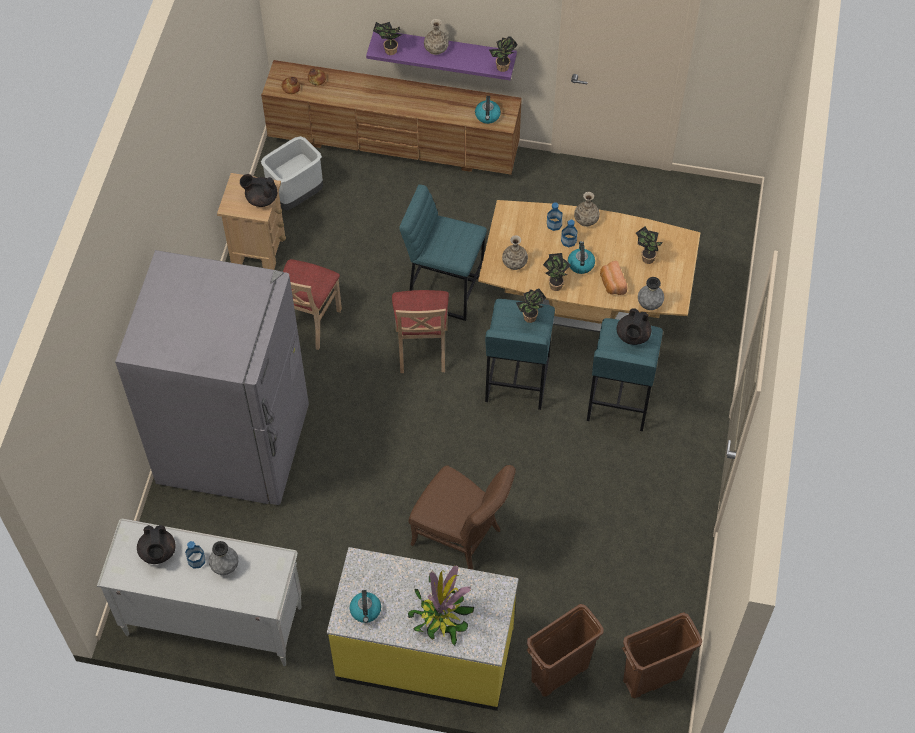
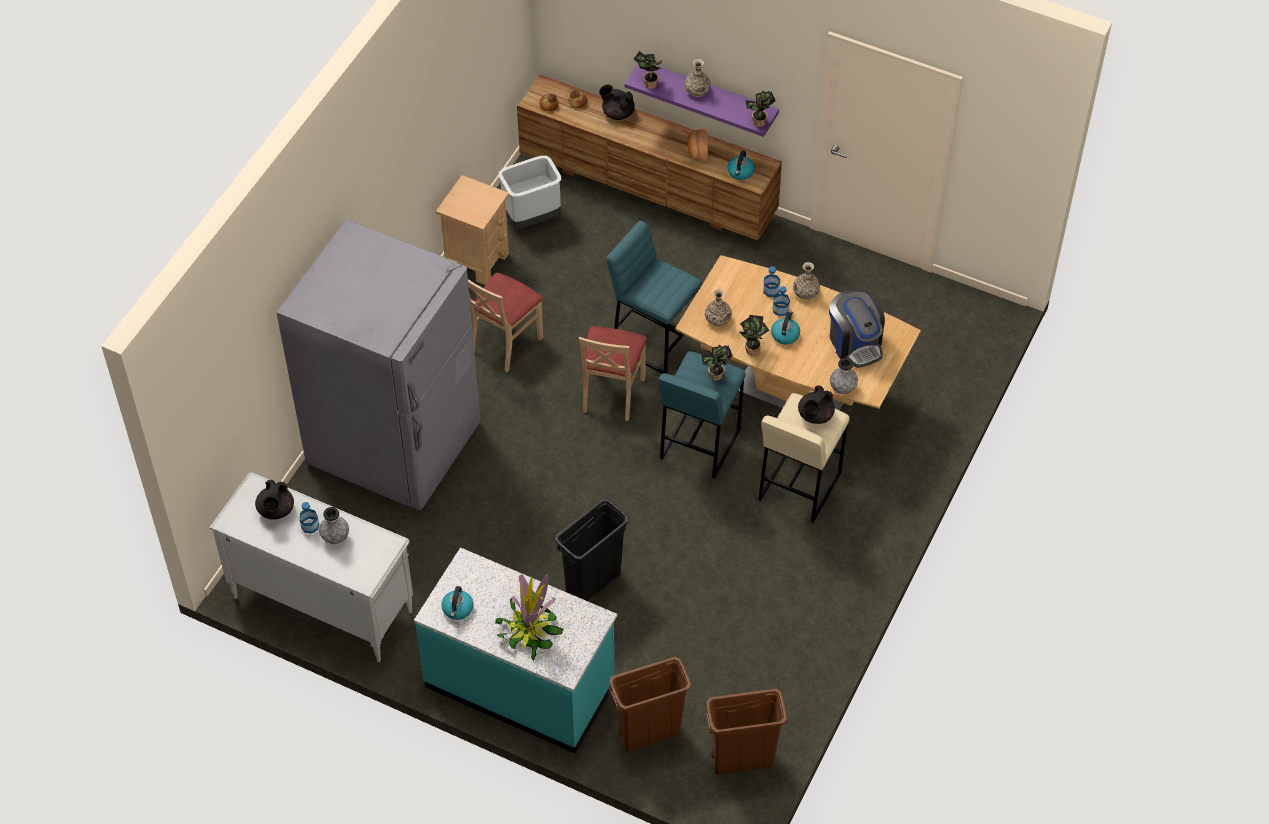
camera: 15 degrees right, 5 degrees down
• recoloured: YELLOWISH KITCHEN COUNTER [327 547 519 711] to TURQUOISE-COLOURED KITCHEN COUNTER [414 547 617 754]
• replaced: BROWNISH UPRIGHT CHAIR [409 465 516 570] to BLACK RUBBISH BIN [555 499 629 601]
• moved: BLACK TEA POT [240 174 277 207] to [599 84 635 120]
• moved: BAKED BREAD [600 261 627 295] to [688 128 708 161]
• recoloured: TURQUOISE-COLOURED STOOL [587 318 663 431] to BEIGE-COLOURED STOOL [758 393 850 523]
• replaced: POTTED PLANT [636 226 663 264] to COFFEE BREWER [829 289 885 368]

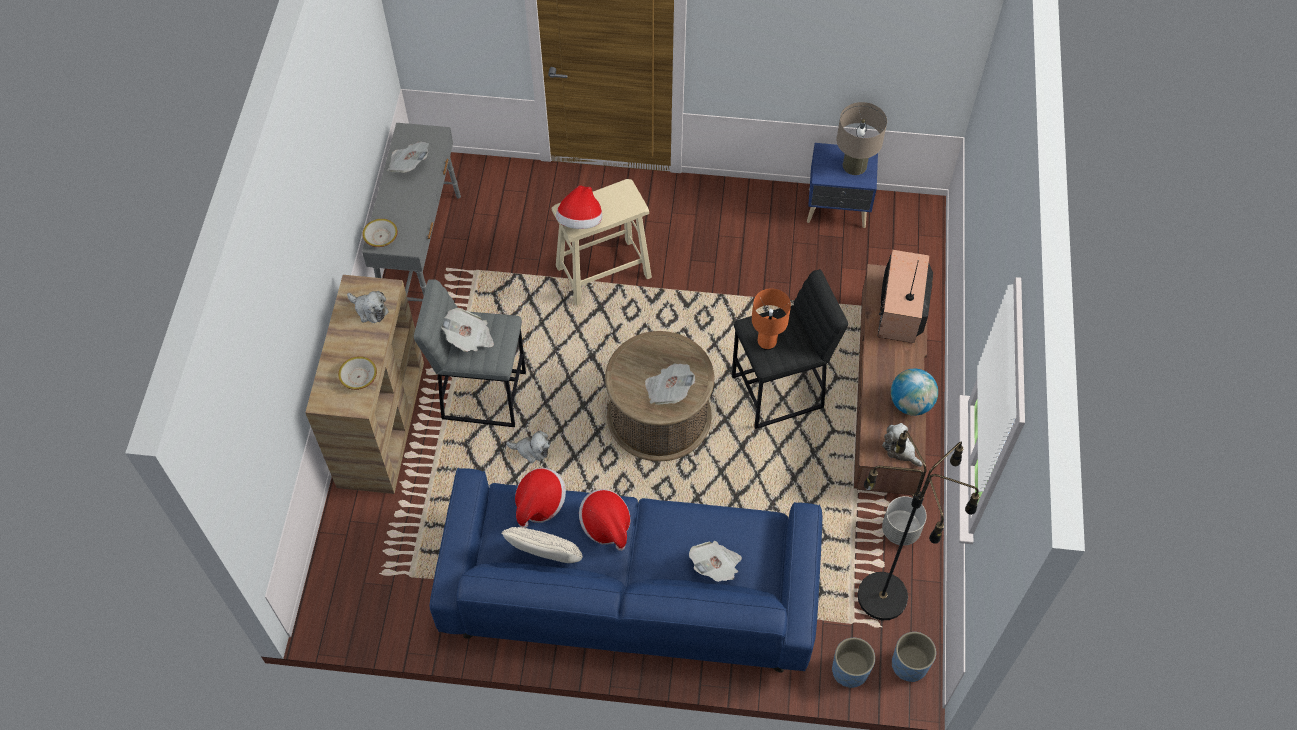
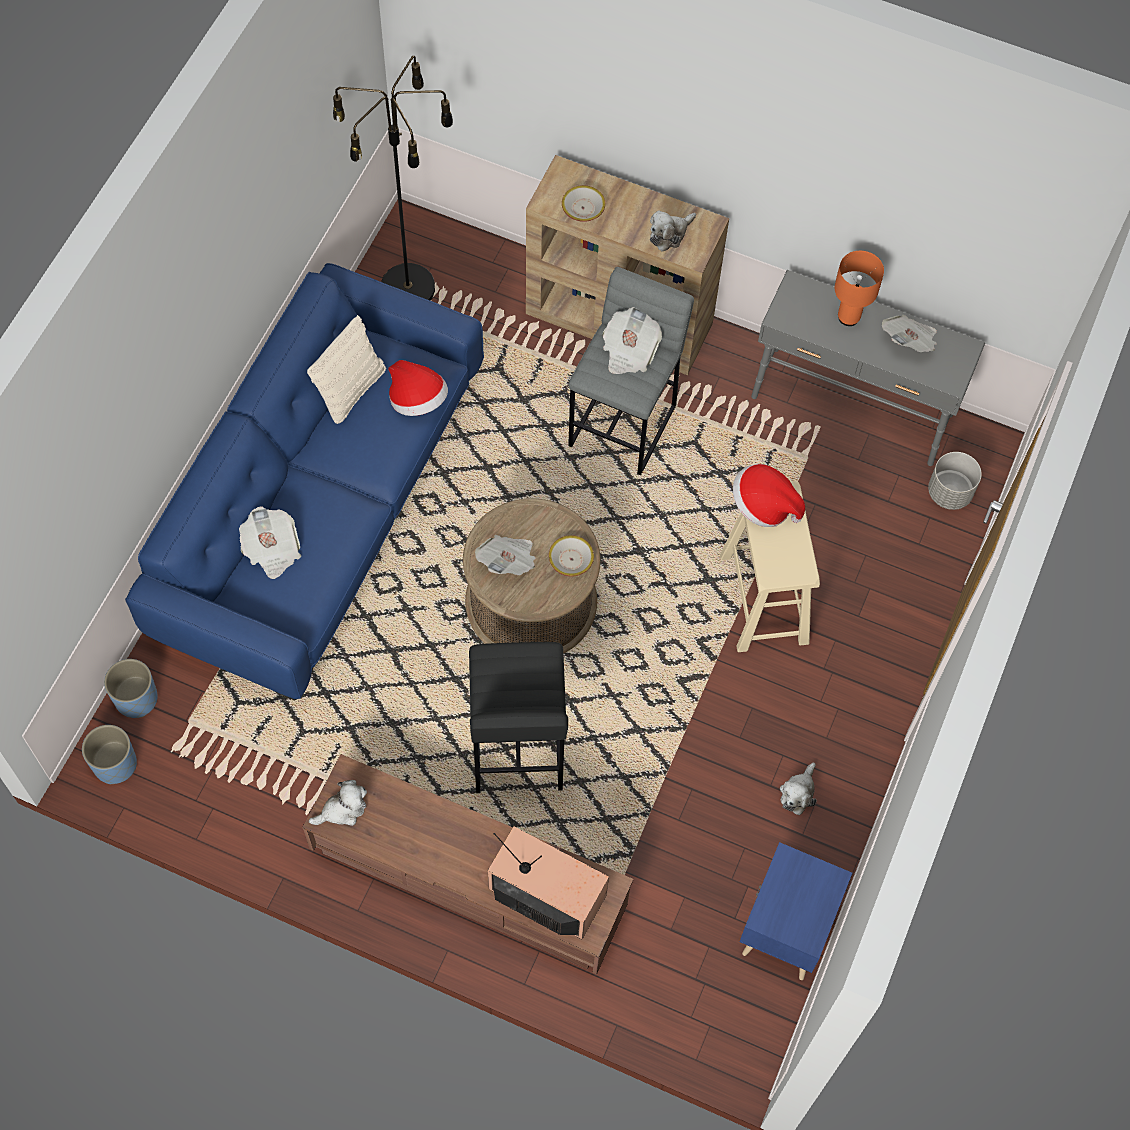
camera: 105 degrees right, 5 degrees up
• moved: STANDING LAMP [857 430 979 620] to [333 56 453 301]
• moved: BOWL [362 219 398 247] to [549 535 594 576]
• moved: SOFT TOY [506 430 550 463] to [780 763 817 815]
• moved: ORANGE-COLOURED TABLETOP LAMP [752 288 791 350] to [835 251 884 326]
• moved: GREY FLOWER POT [882 496 927 546] to [928 452 982 510]
• removed: HAT [579 489 631 551]
• removed: BEIGE-COLOURED TABLETOP LAMP [836 102 887 175]
• removed: DESK GLOBE [891 369 938 416]

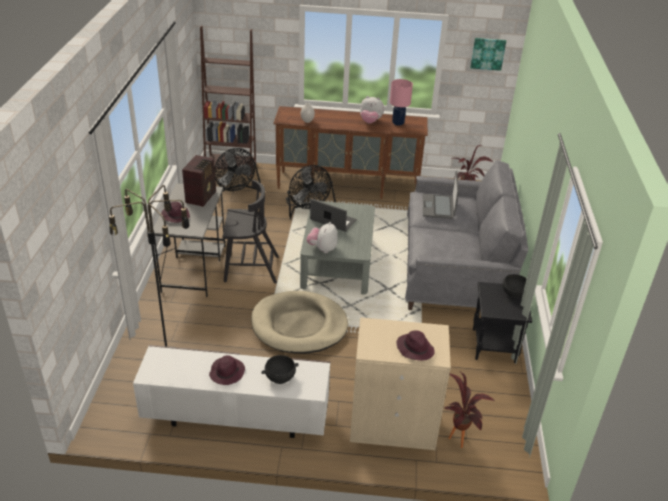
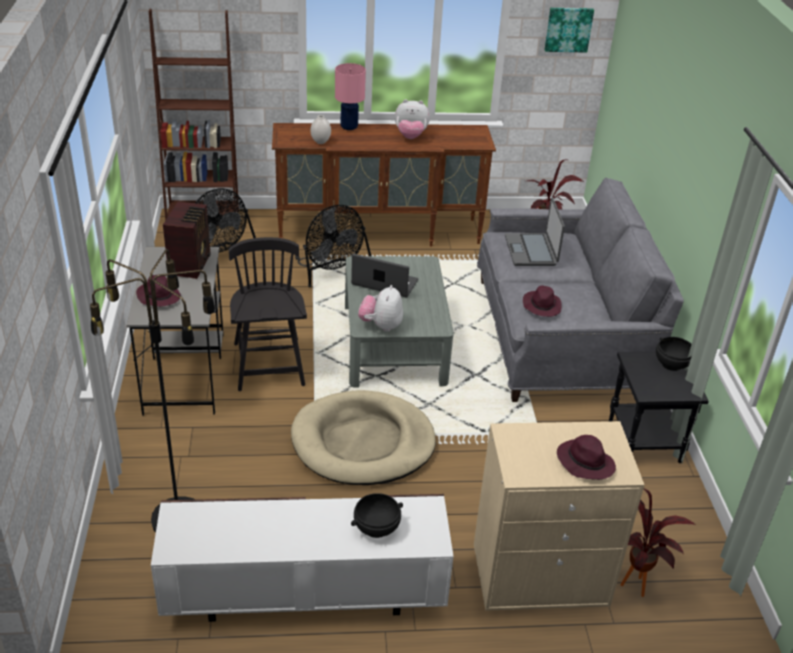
camera: 10 degrees left, 0 degrees up
• turned: BLACK UPRIGHT CHAIR [222 180 279 283] = [229 237 307 391] 90 degrees counterclockwise
• moved: PINKISH TABLETOP LAMP [390 79 413 126] to [335 63 366 130]
• moved: PURPLISH HAT [209 355 245 385] to [523 285 562 317]

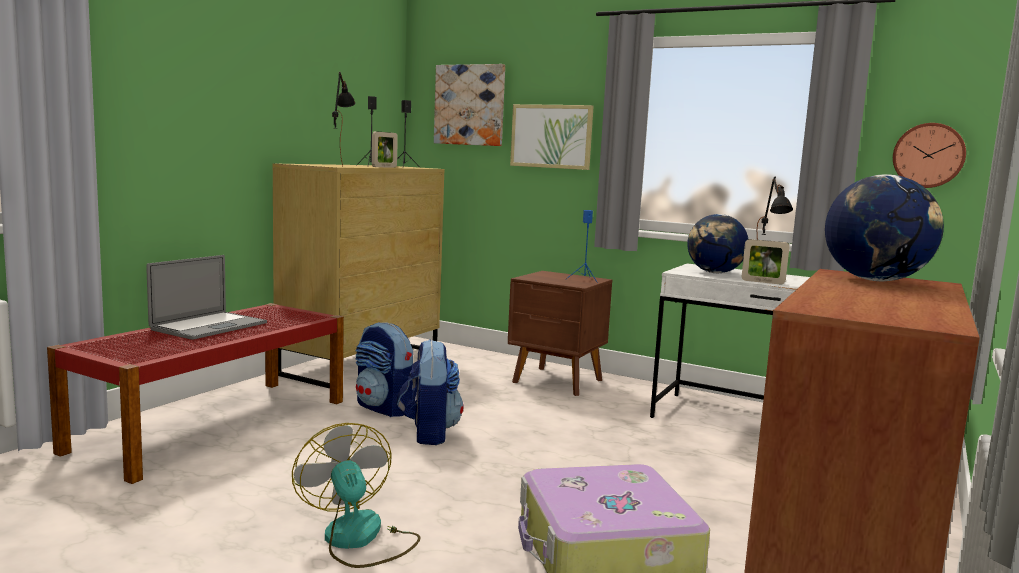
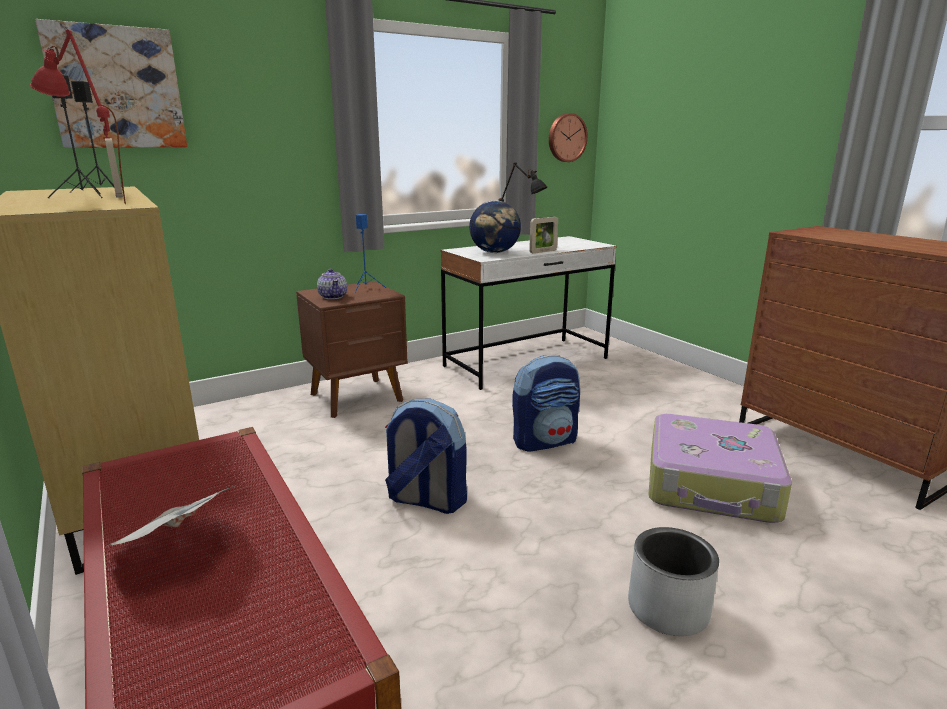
camera: 60 degrees left, 10 degrees up
• recoloured: BLACK TABLETOP LAMP [332 72 355 167] to RED TABLETOP LAMP [30 29 126 204]
• replaced: NOTEBOOK COMPUTER [146 255 267 340] to NEWSPAPER [107 485 236 546]
• added: TEA POT [317 269 347 299]
• moved: KNAPSACK [355 322 417 417] to [512 355 580 452]
• replaced: COOLING FAN [292 423 421 568] to GREY FLOWER POT [628 527 719 636]
• removed: WALL ART [510 104 594 170]
• removed: DESK GLOBE [825 174 944 281]

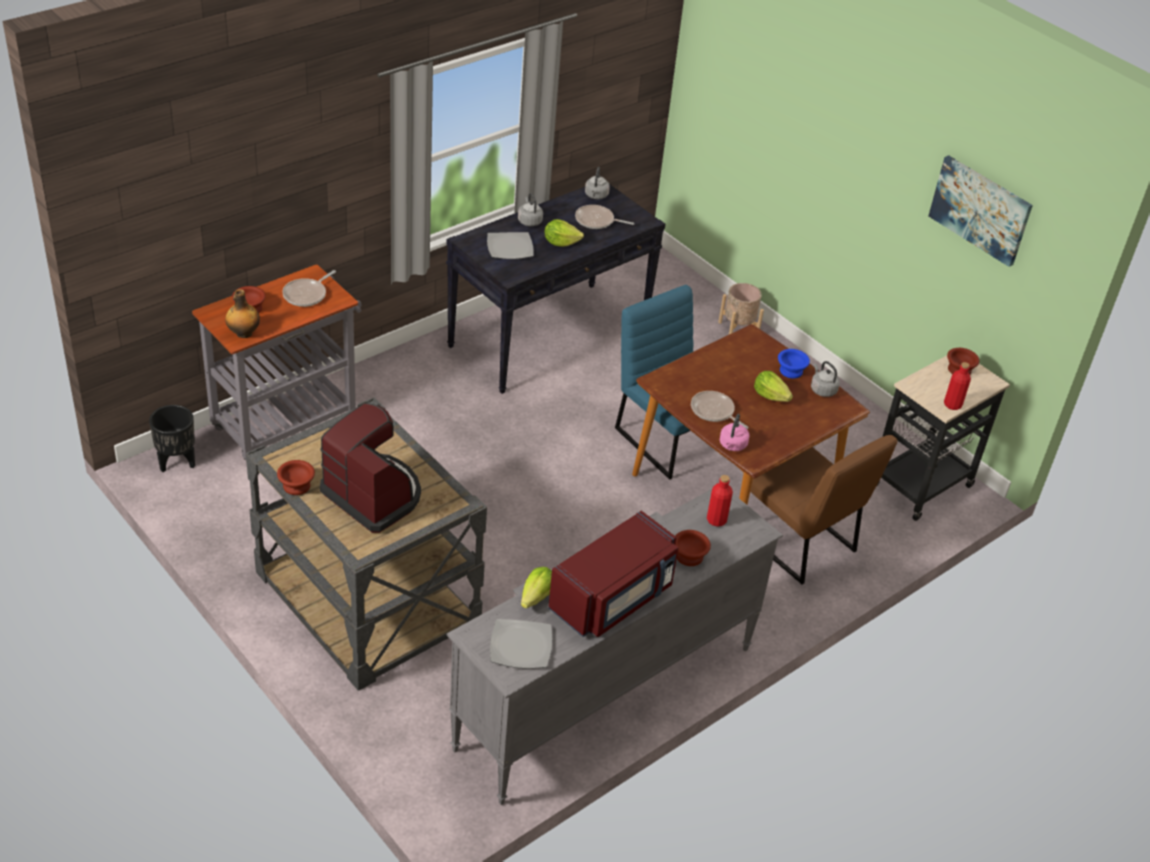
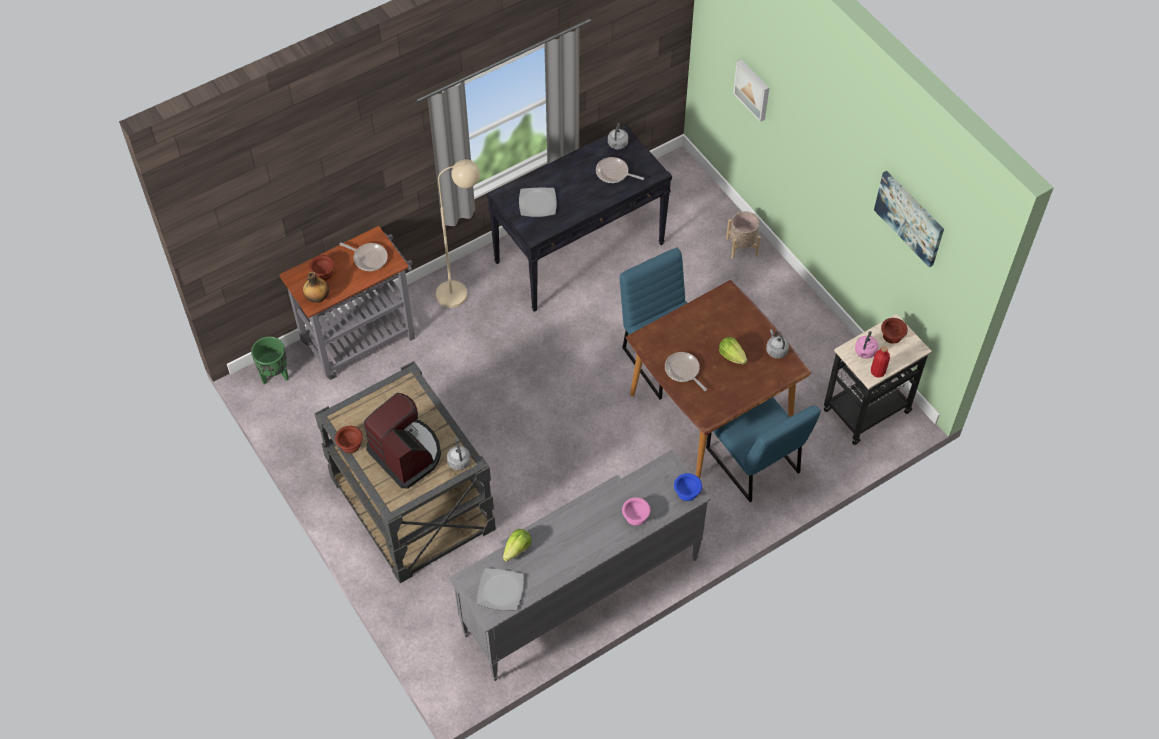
camera: 10 degrees right, 15 degrees up
• recoloured: BLACK FLOWER POT [149 405 195 472] to GREEN FLOWER POT [251 336 289 384]
• turned: PAN [282 270 336 307] = [339 242 388 271] 105 degrees counterclockwise
• added: BEIGE-COLOURED STANDING LAMP [436 159 480 308]
• moved: GREY KETTLE [518 193 543 227] to [447 438 471 470]
• recoloured: BROWNISH BOWL [675 530 711 566] to PINKISH BOWL [622 497 651 526]
• moved: BLUISH BOWL [778 349 810 379] to [674 473 702 501]
• recoloured: BROWNISH UPRIGHT CHAIR [750 435 898 585] to BLUISH UPRIGHT CHAIR [706 397 821 502]
• added: WALL ART [733 59 769 122]
• moved: PINKISH KETTLE [720 414 750 451] to [855 331 878 359]
• removed: HEAD OF LETTUCE [544 219 584 247]
• removed: RED KITCHEN MICROWAVE [548 511 678 637]
• removed: RED DRINK BOTTLE [707 475 733 527]

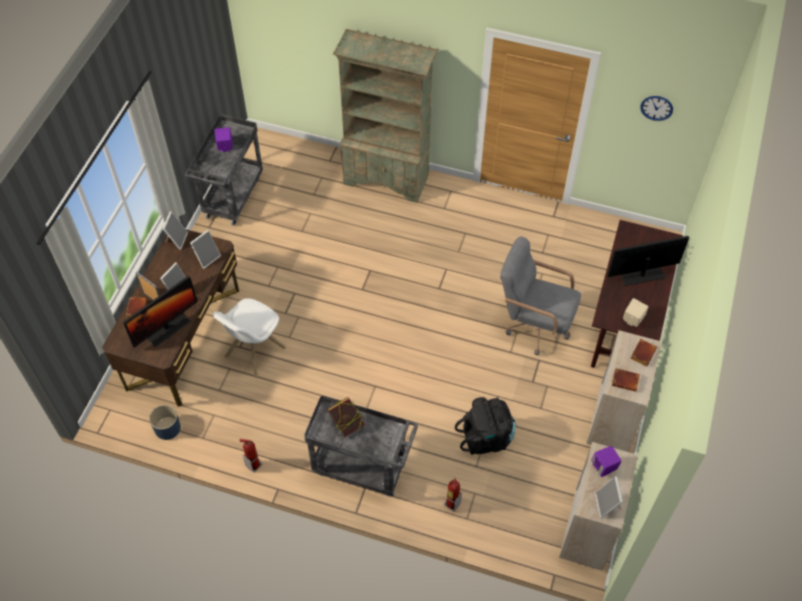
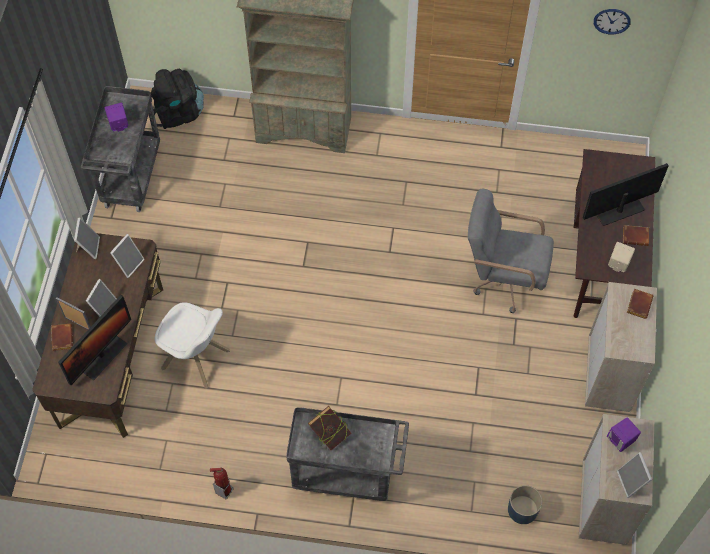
camera: 10 degrees left, 5 degrees up
• moved: BLACK KNAPSACK [455 397 516 455] to [150 69 204 129]
• turned: WHITISH UPRIGHT CHAIR [213 298 286 378] = [155 302 230 389] 90 degrees counterclockwise
• moved: BLUISH FLOWER POT [149 405 181 440] to [508 485 542 524]
• moved: BROWNISH BOOK [612 368 640 391] to [623 225 649 246]
• removed: EXTINGUISHER [444 478 462 512]

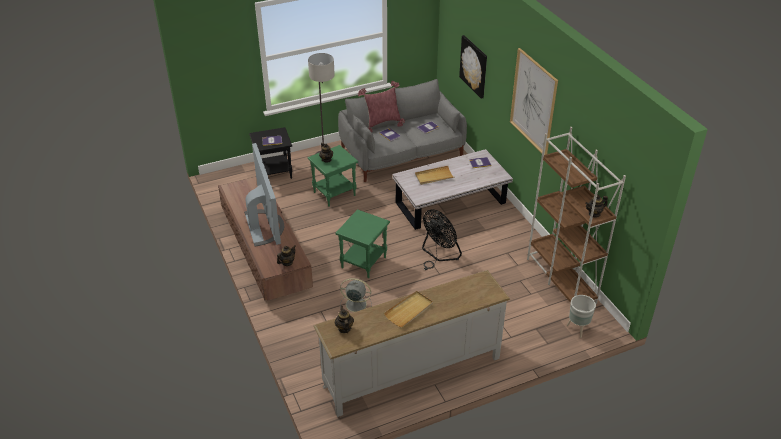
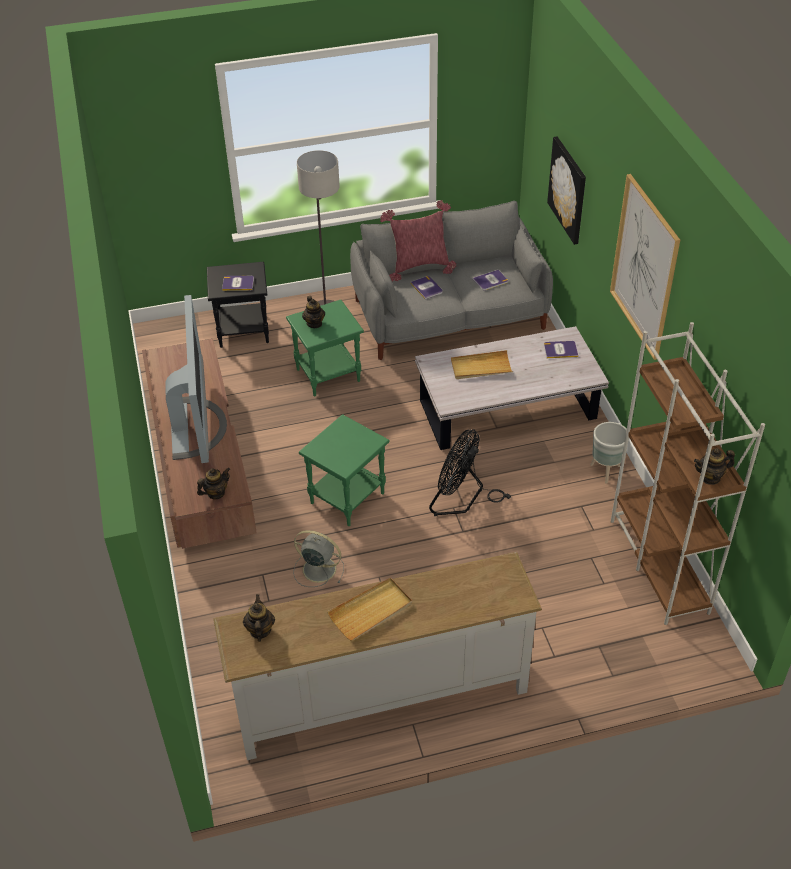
camera: 10 degrees right, 5 degrees up
• turned: BLACK COOLING FAN [422 209 462 270] = [429 429 512 516] 120 degrees counterclockwise
• moved: GREY FLOWER POT [566 295 596 338] to [590 422 629 484]

